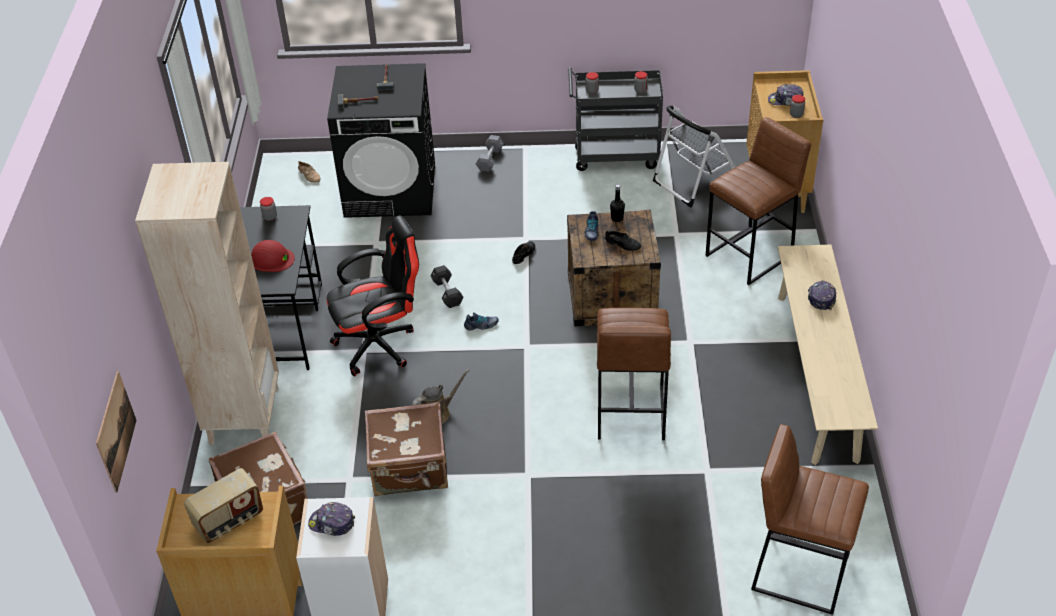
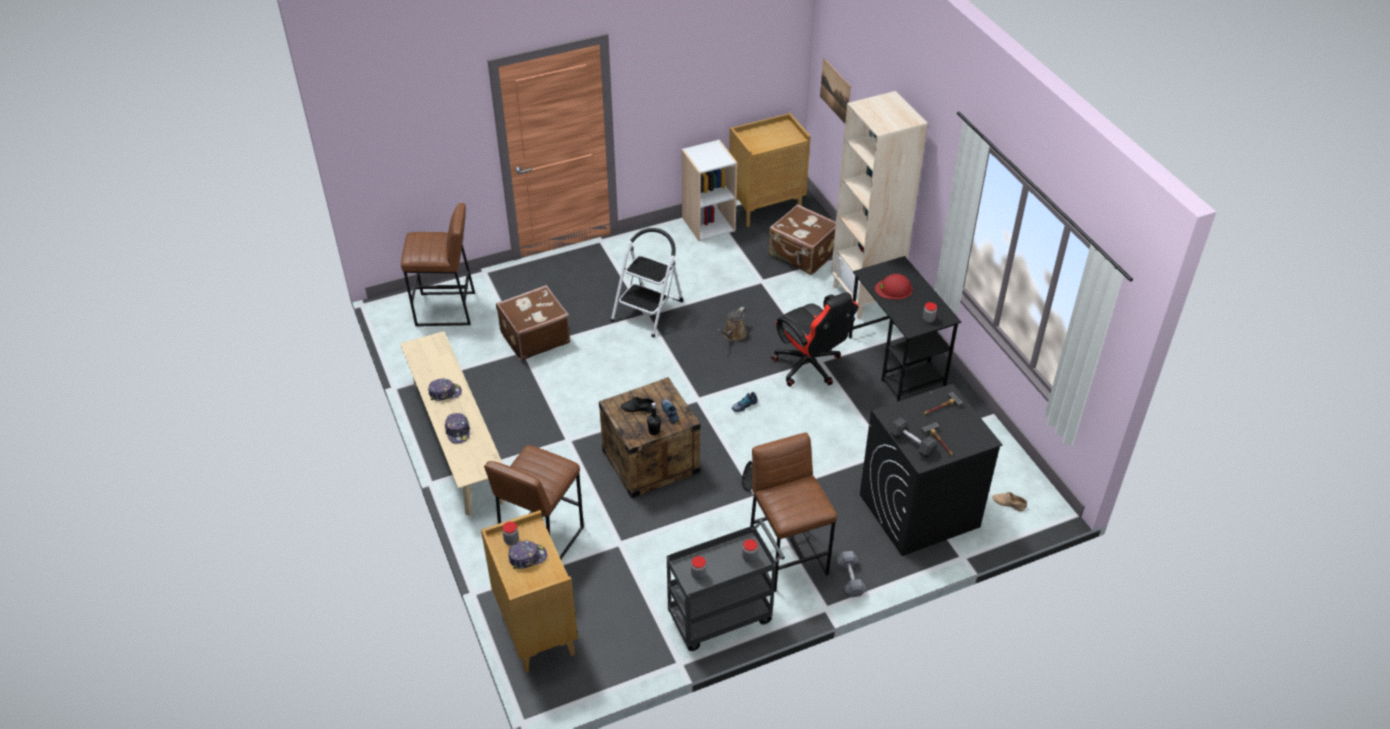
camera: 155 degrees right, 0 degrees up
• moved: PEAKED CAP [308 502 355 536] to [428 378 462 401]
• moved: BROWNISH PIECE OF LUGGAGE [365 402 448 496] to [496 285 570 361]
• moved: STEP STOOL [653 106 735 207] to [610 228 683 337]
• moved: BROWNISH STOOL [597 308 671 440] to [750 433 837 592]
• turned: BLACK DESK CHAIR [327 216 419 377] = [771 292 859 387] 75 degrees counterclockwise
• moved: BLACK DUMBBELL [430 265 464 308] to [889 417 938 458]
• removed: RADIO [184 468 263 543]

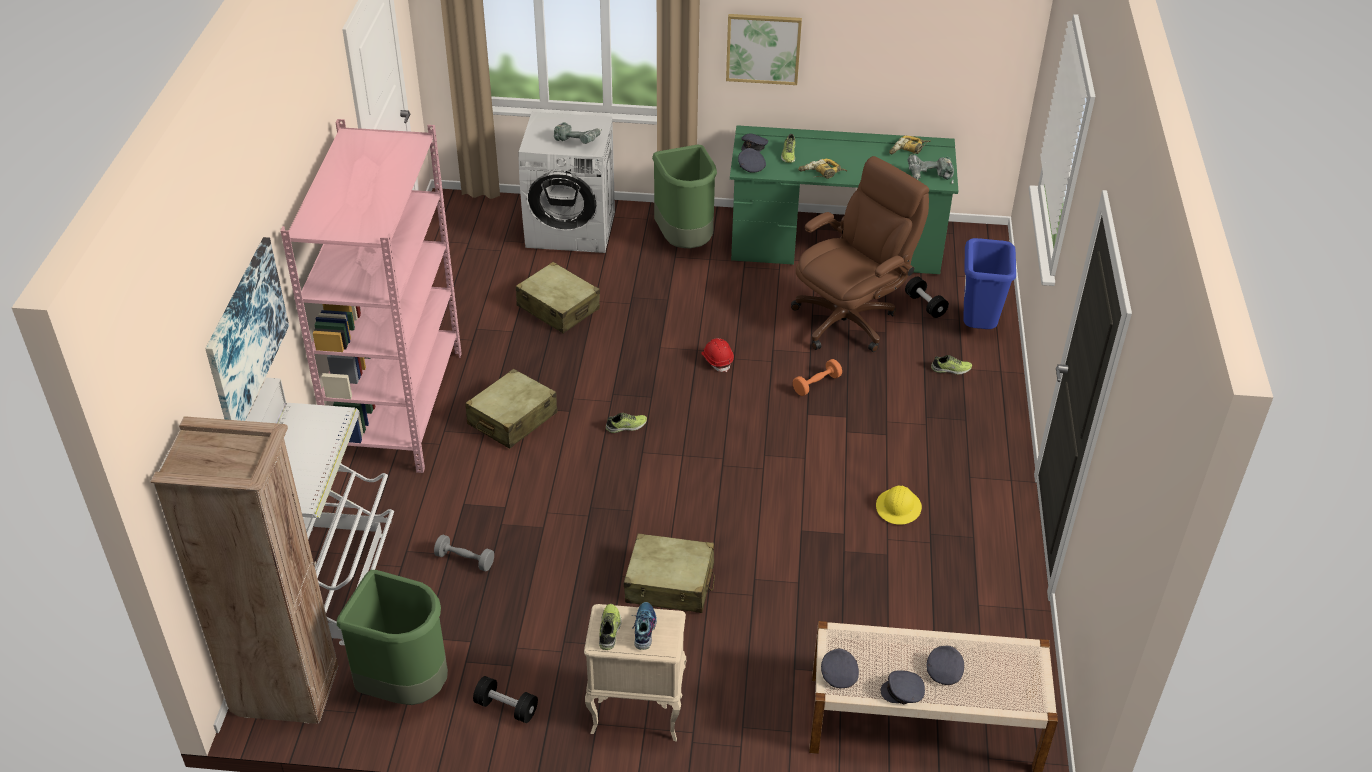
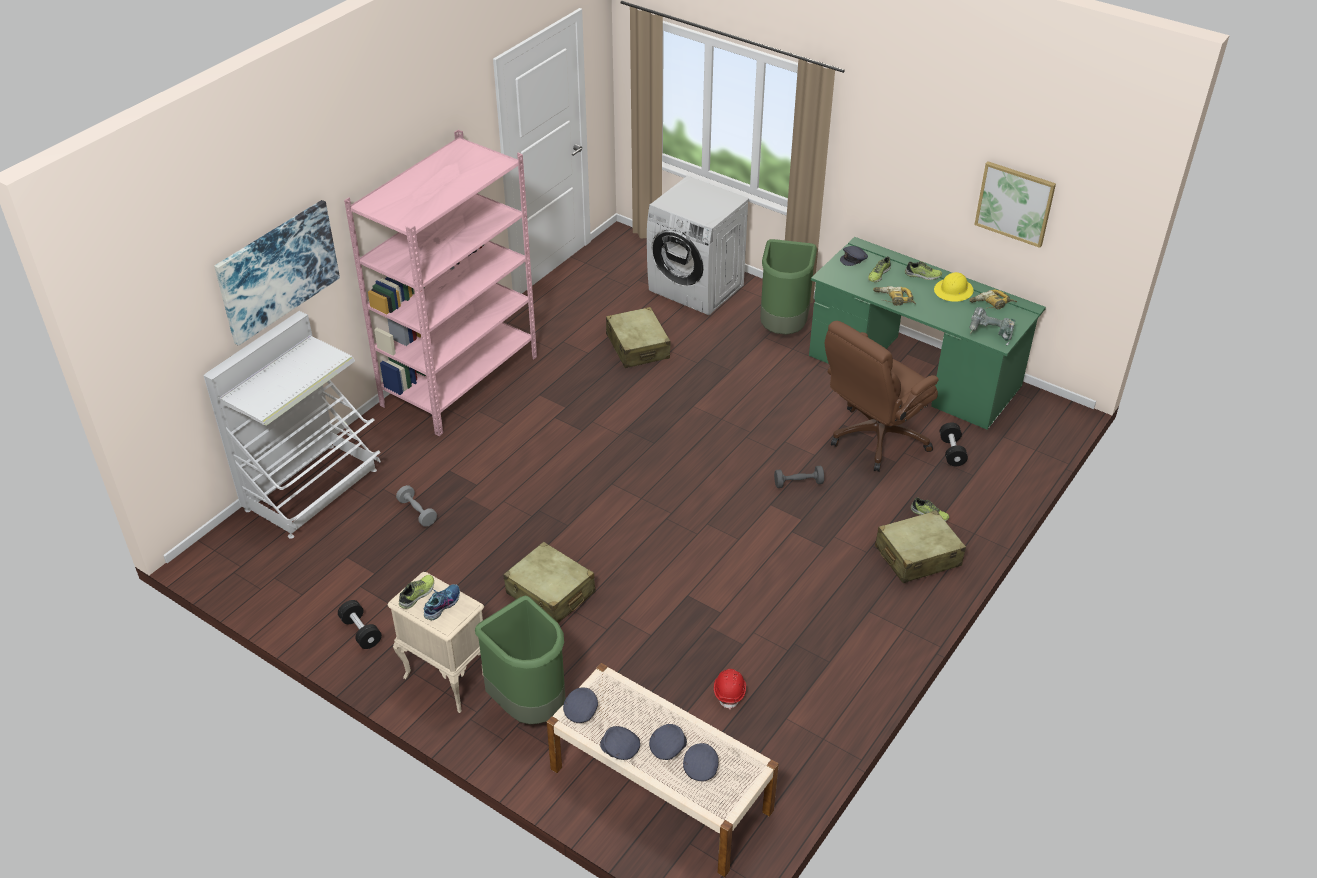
camera: 30 degrees right, 0 degrees up
• moved: GREEN RUBBISH BIN [337 570 448 705] to [475 595 565 724]
• moved: GREY PEAKED CAP [738 148 766 173] to [683 743 719 782]
• moved: RED SAFETY HELMET [702 338 734 372] to [714 669 746 710]
• recoloured: ORANGE-COLOURED DUMBBELL [793 359 842 396] to GREY DUMBBELL [774 466 824 488]
• turned: BROWNISH DESK CHAIR [791 156 929 352] = [825 321 939 472] 150 degrees clockwise
• moved: BEIGE-COLOURED PIECE OF LUGGAGE [465 369 558 448] to [875 510 966 583]
• moved: ITEM OF FOOTWEAR [606 413 647 433] to [905 261 942 280]
• moved: YELLOWISH SAFETY HELMET [876 485 922 525] to [934 272 974 302]
• moved: WALL ART [726 14 802 85] to [974 161 1056 248]
• removed: BROWNISH CUPBOARD [151 416 338 724]
• removed: POWER DRILL [554 123 602 144]
• removed: BLUISH RUBBISH BIN [963 238 1016 329]

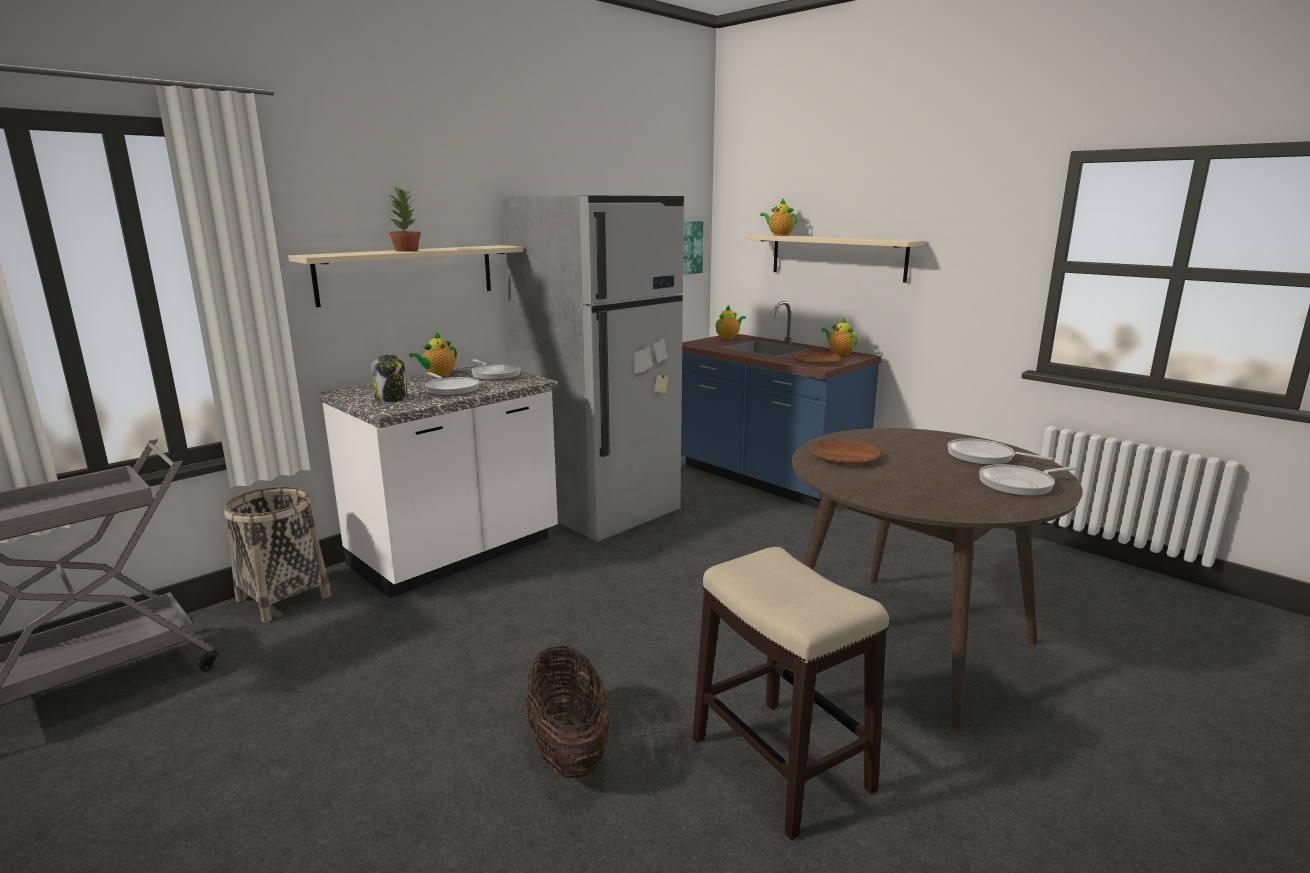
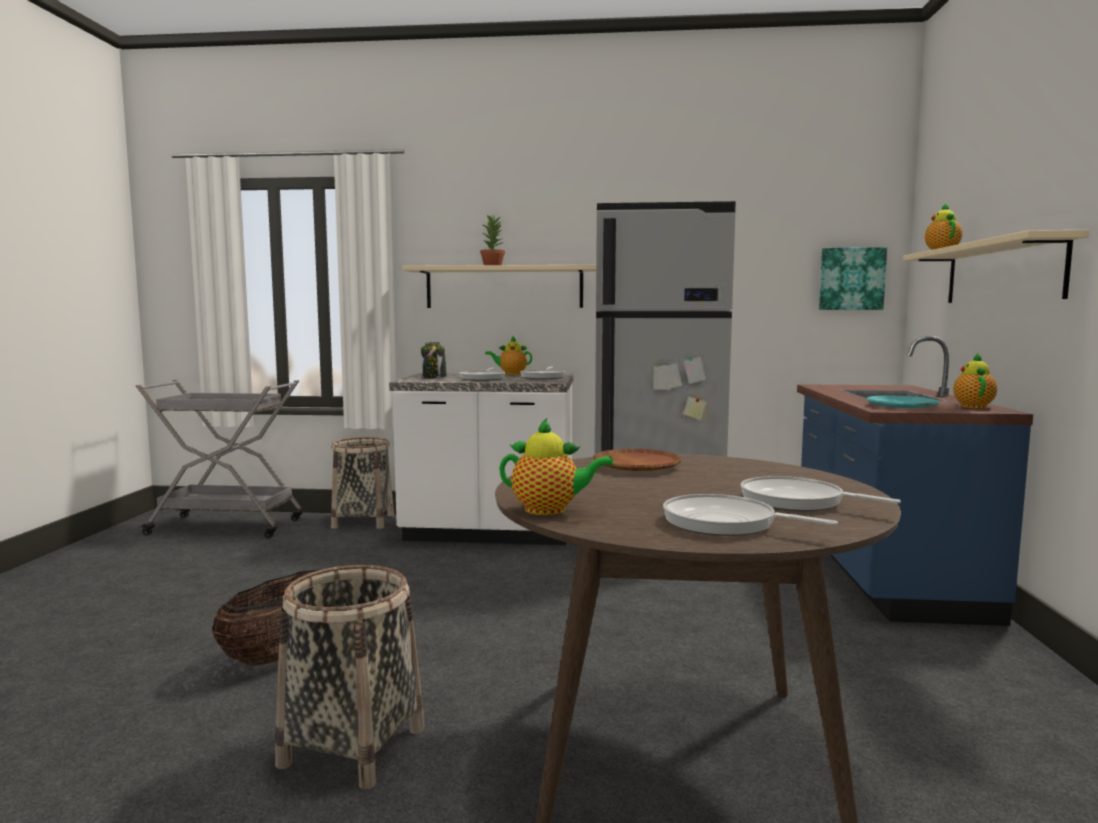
camera: 50 degrees right, 10 degrees down
• replaced: STOOL [692 547 889 840] to BASKET [275 565 424 789]
• moved: TEA POT [716 305 746 340] to [499 418 614 515]
• turned: PAN [947 438 1053 465] = [740 476 901 511] 45 degrees counterclockwise
• recoloured: BROWNISH FLAT DISH [793 352 841 364] to TURQUOISE-COLOURED FLAT DISH [866 395 939 408]

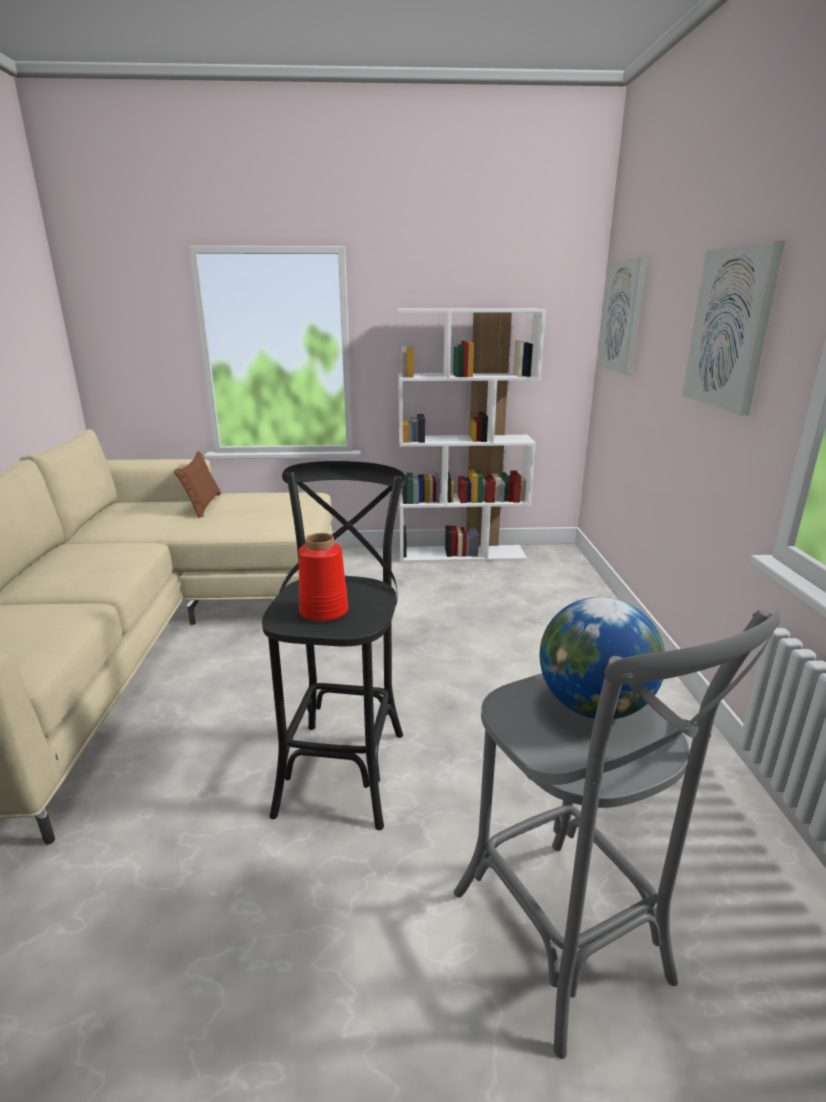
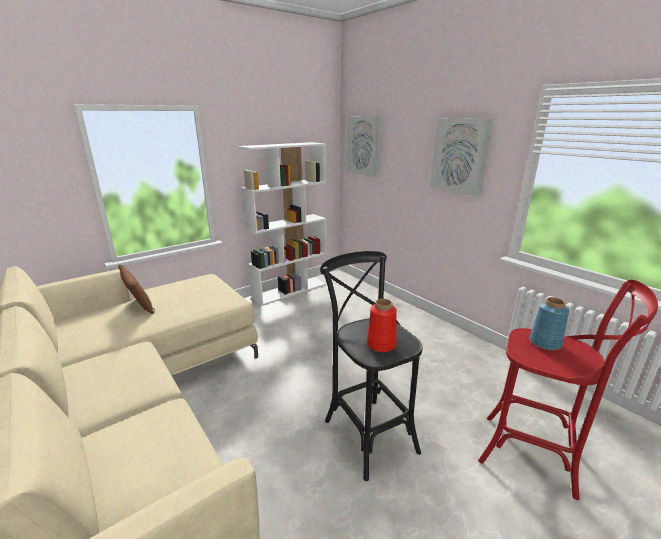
camera: 35 degrees left, 0 degrees up
• recoloured: GREY STOOL [454 608 780 1059] to RED STOOL [478 280 658 500]
• replaced: DESK GLOBE [540 597 665 719] to BLUISH DECORATIVE VASE [529 297 569 350]

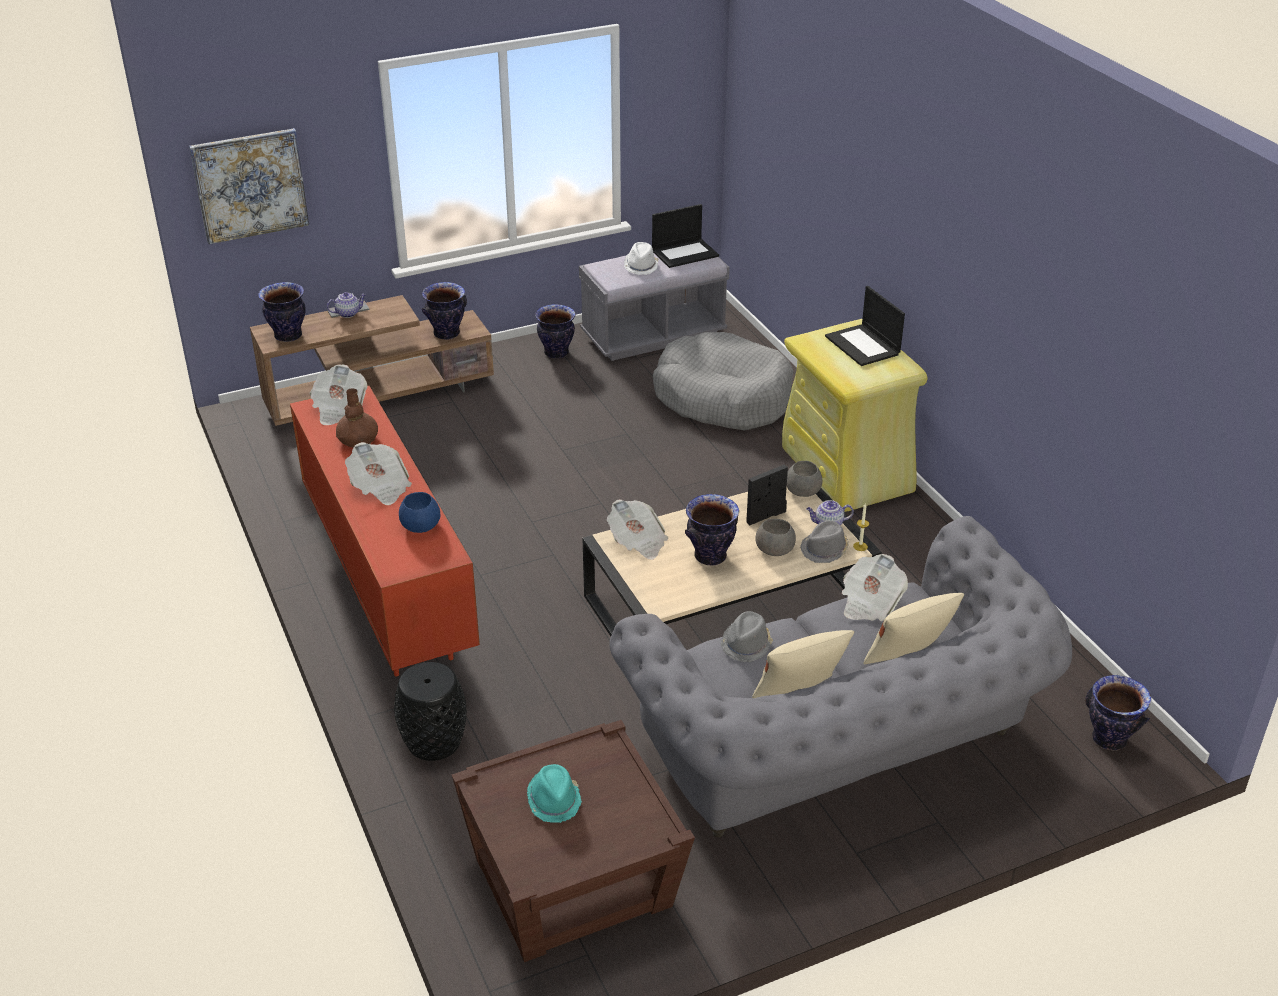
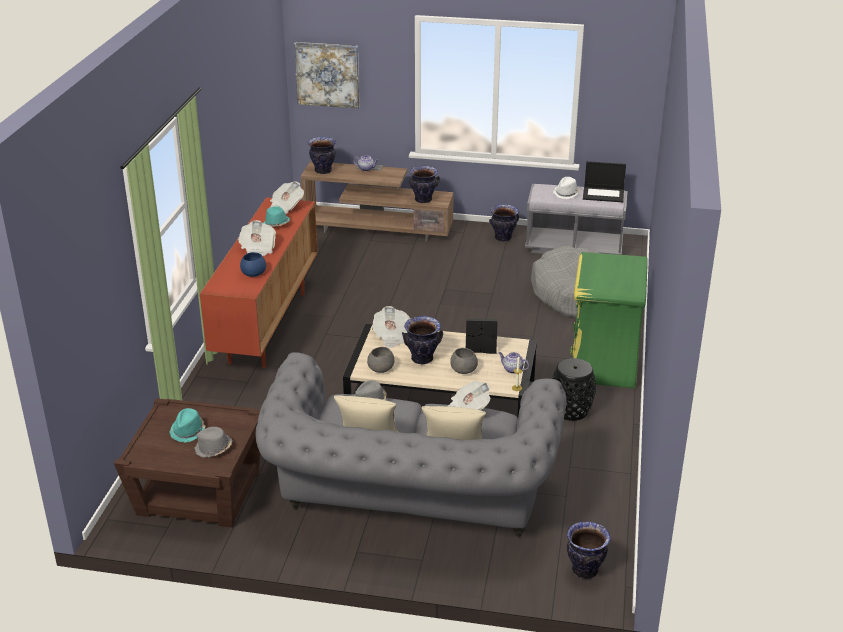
camera: 35 degrees right, 5 degrees down
• moved: GREY HAT [800 521 848 563] to [194 427 232 457]
• replaced: BROWNISH DECORATIVE VASE [336 388 378 448] to TURQUOISE-COLOURED HAT [263 206 290 227]
• moved: GREY BOWL [787 461 822 497] to [367 347 394 373]
• moved: BLACK STOOL [394 662 467 761] to [552 358 596 421]
• recoloured: YELLOWISH NIGHT TABLE [782 319 927 512] to GREEN NIGHT TABLE [570 252 648 388]
• removed: NOTEBOOK COMPUTER [825 286 905 366]

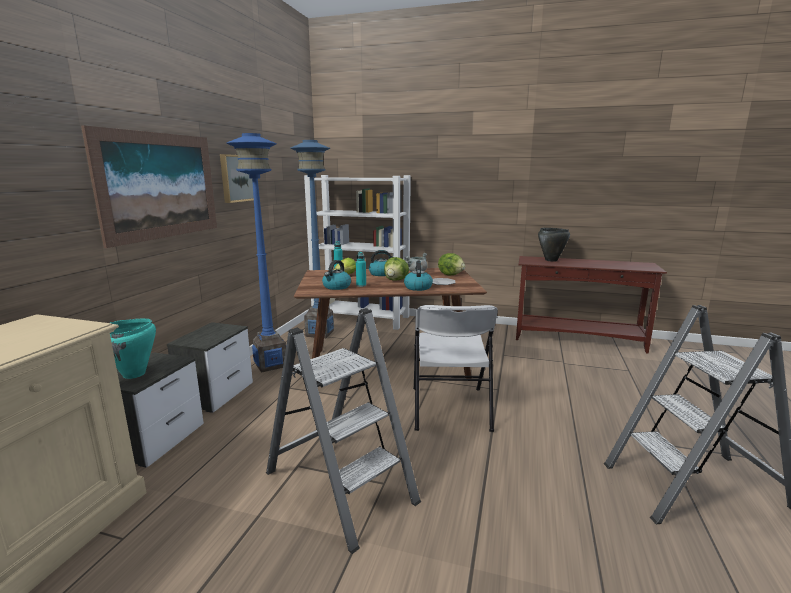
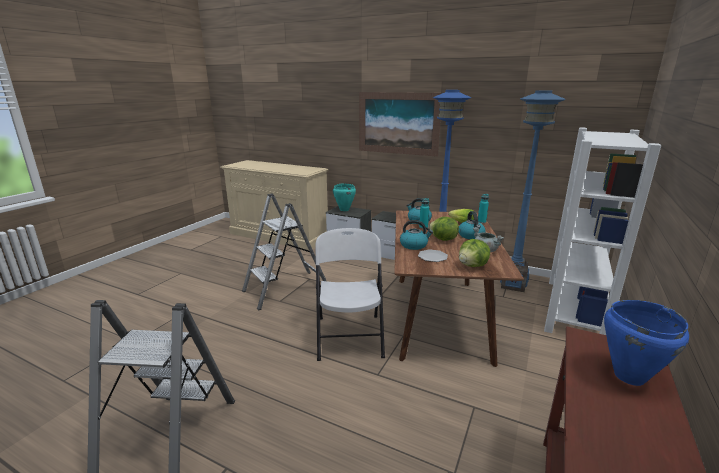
camera: 100 degrees right, 5 degrees up
• turned: WHITISH UPRIGHT CHAIR [413 305 498 432] = [316 228 385 361] 75 degrees clockwise
• recoloured: BLACK SAUCEPOT [538 228 570 262] to BLUISH SAUCEPOT [604 300 689 386]
• removed: WALL ART [220 154 254 203]

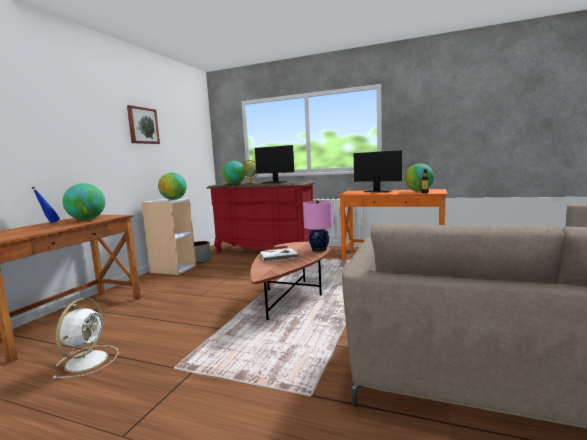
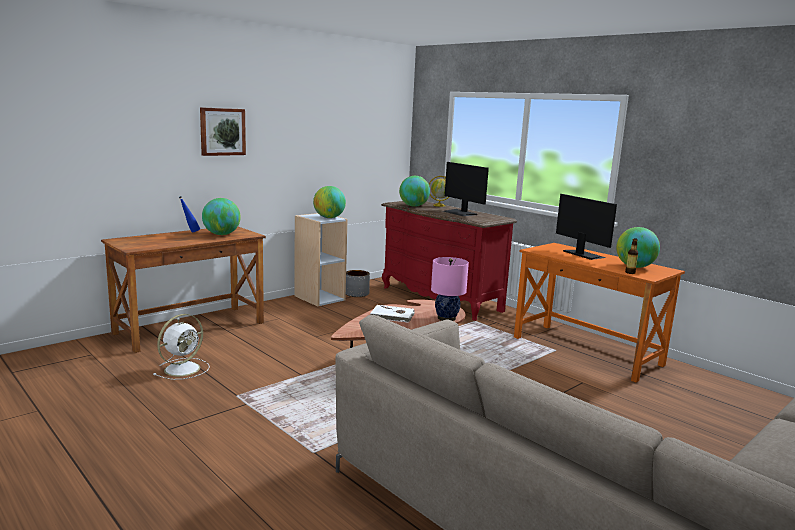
camera: 25 degrees right, 5 degrees up
• moved: WALL ART [127 105 160 144] to [200 107 246 156]

